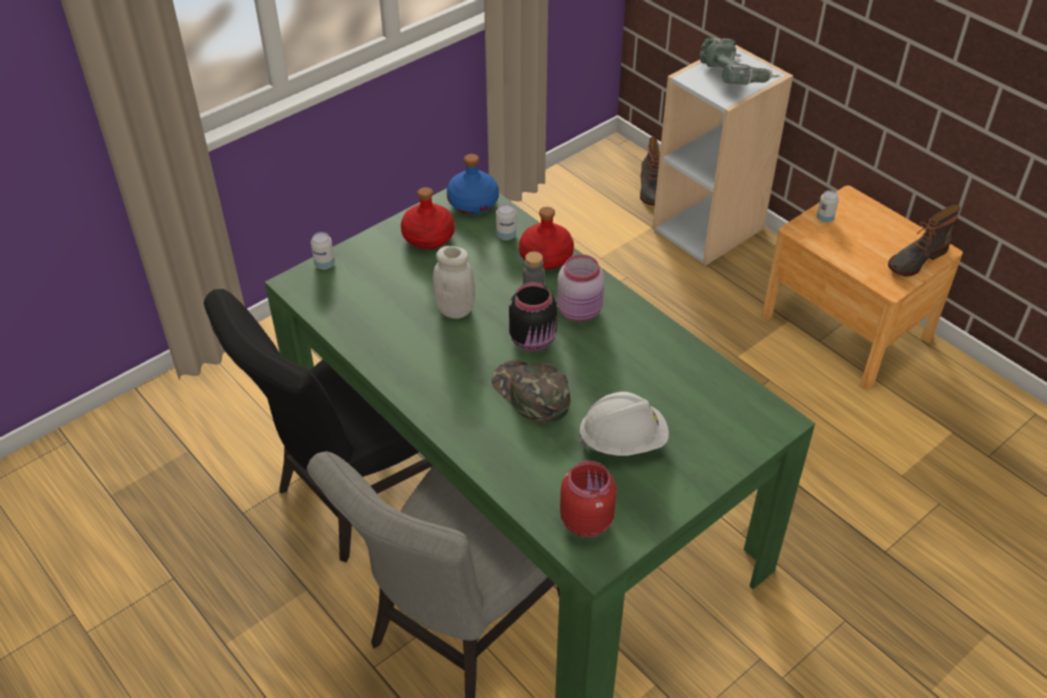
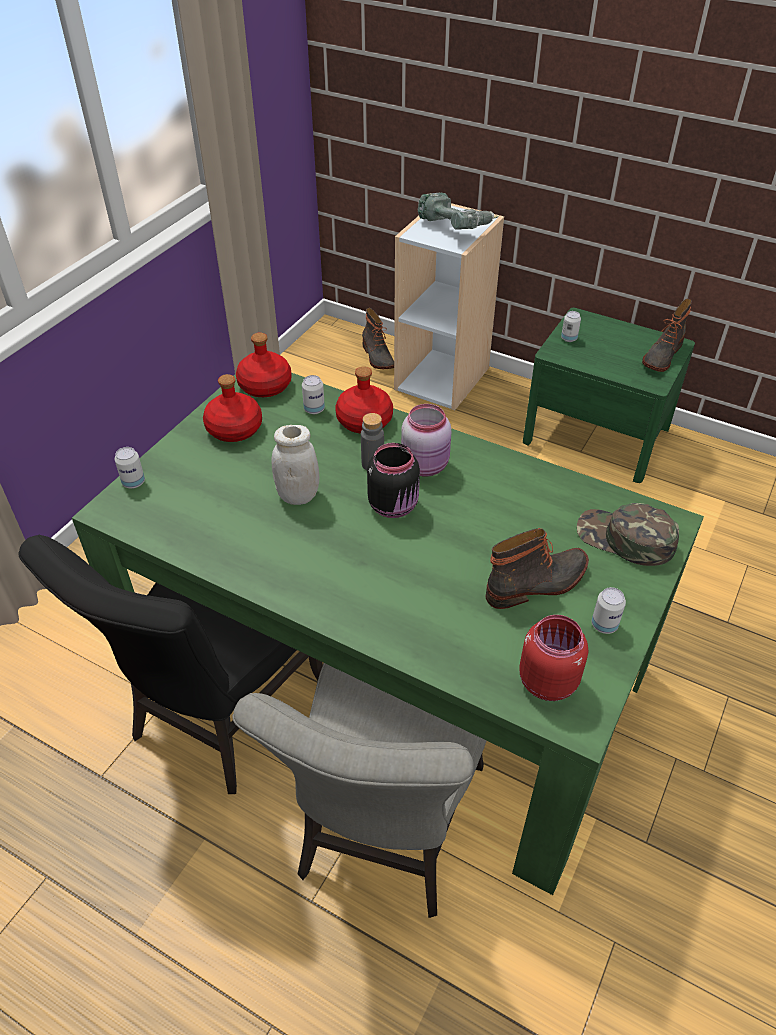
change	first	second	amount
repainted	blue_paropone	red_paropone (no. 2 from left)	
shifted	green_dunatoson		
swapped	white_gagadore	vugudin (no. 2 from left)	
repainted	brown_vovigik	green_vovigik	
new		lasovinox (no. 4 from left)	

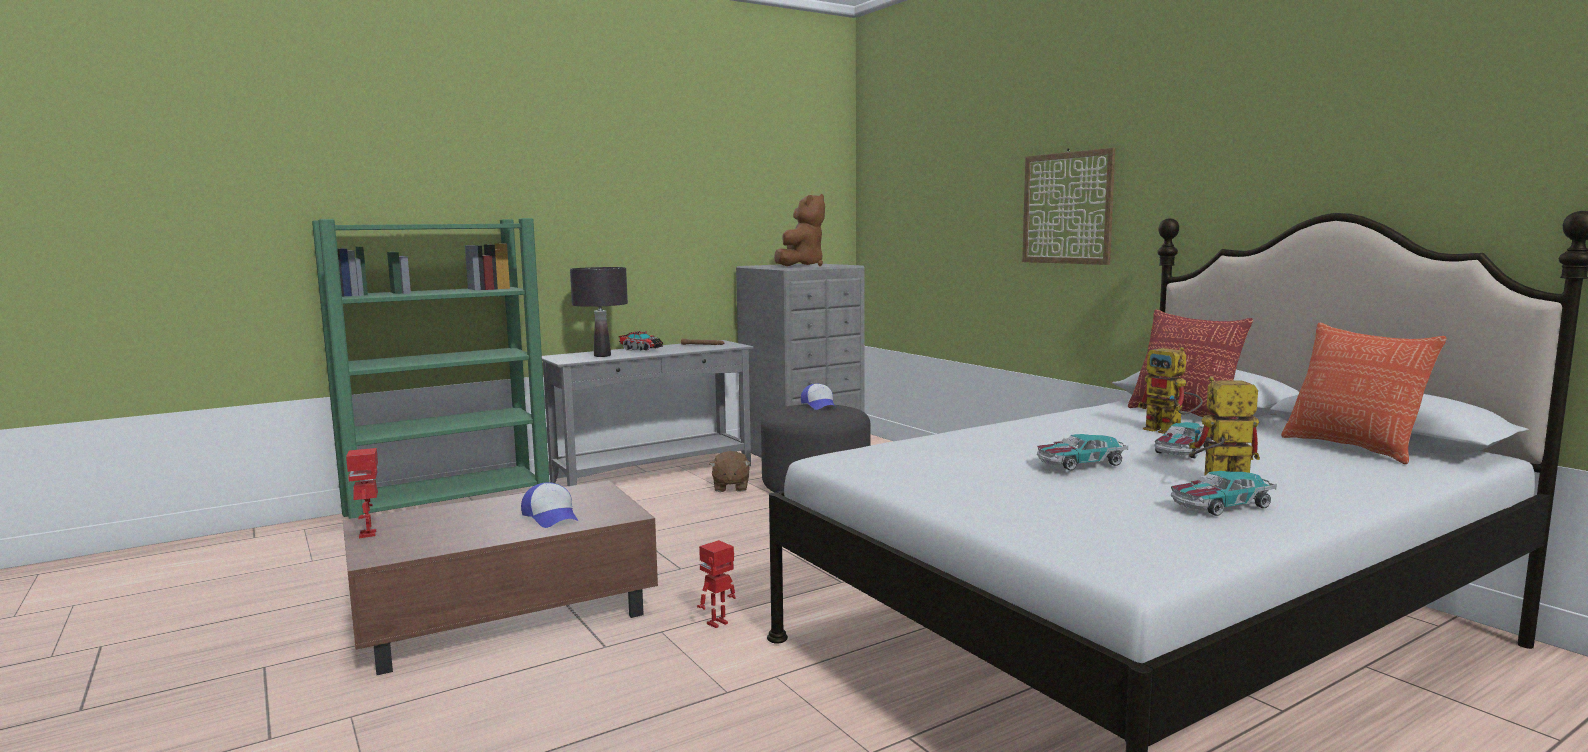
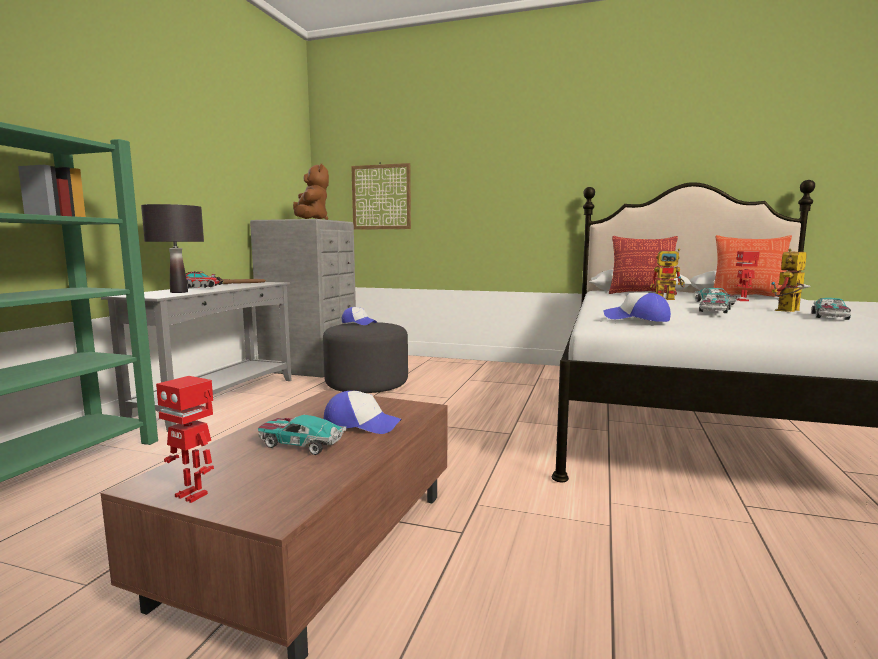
change	first	second	amount
shifted	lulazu (no. 2 from left in the first image)	lulazu (no. 3 from left)	
gone	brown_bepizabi (no. 1 from left)		
shifted	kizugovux		
new		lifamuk (no. 1 from left)	
new		dunatoson (no. 3 from left)	

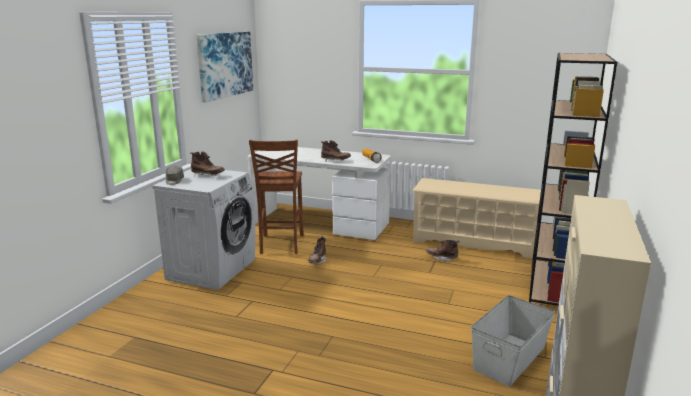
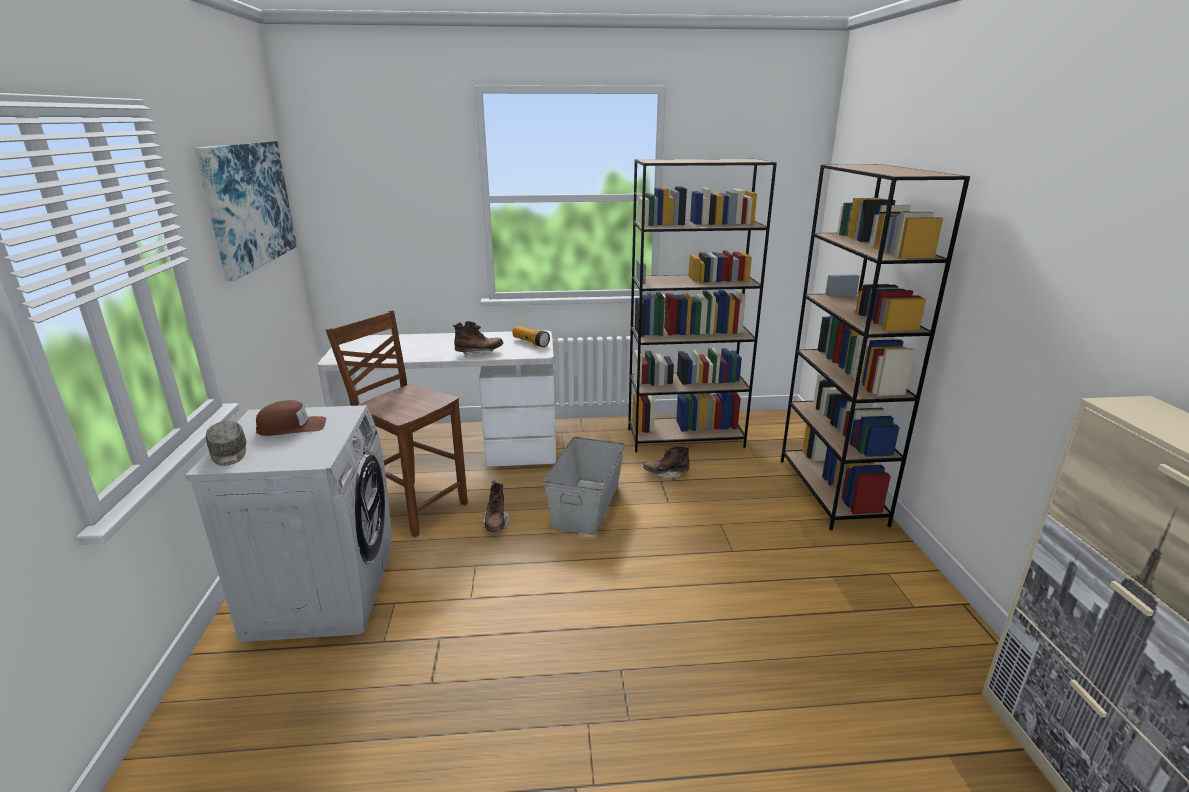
change	first	second	amount
swapped	brown_vugudin (no. 1 from left)	brown_dunatoson	
rotated	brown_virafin		150 degrees clockwise
swapped	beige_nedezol	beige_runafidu (no. 1 from left)	
shifted	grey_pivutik		

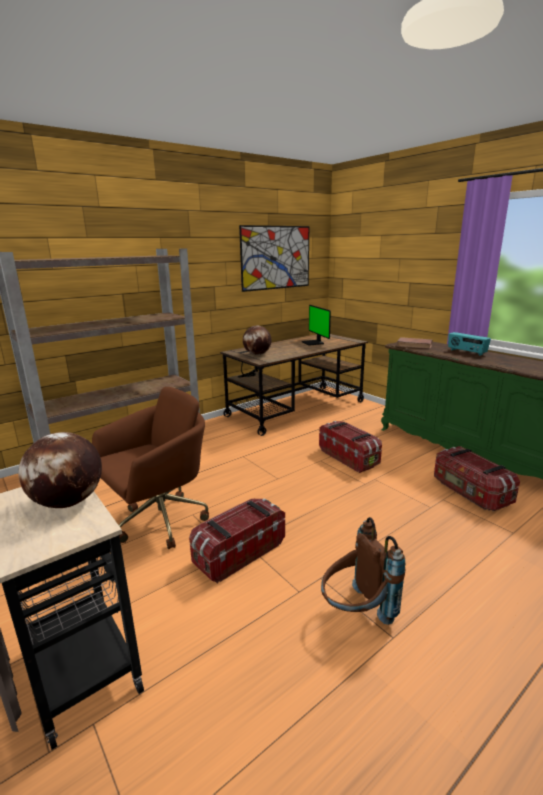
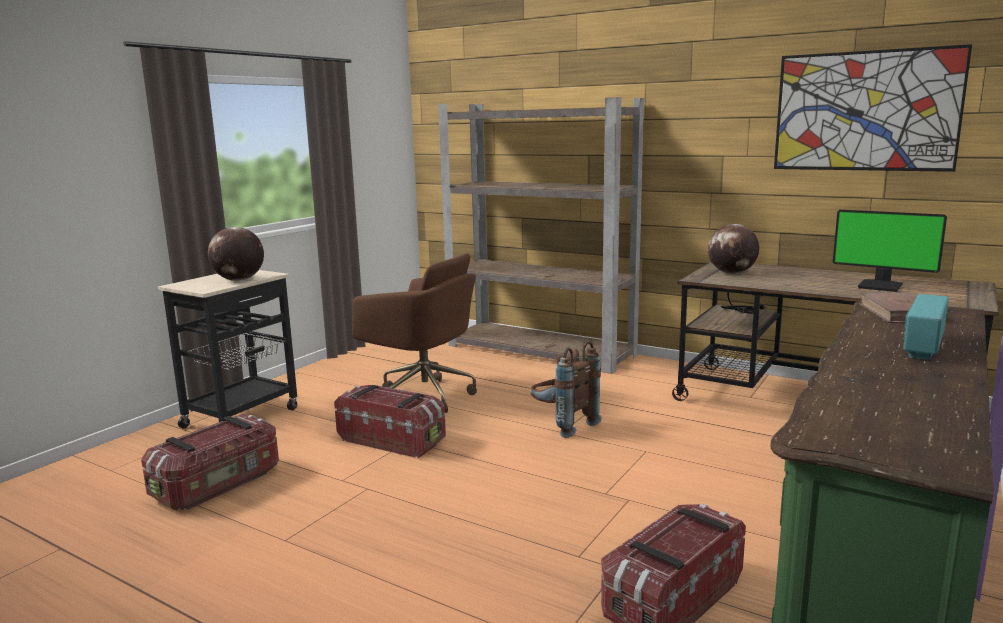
change	first	second	amount
rotated	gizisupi		105 degrees counterclockwise
shifted	pivutik (no. 2 from left in the first image)	pivutik (no. 1 from left)	
shifted	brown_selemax		

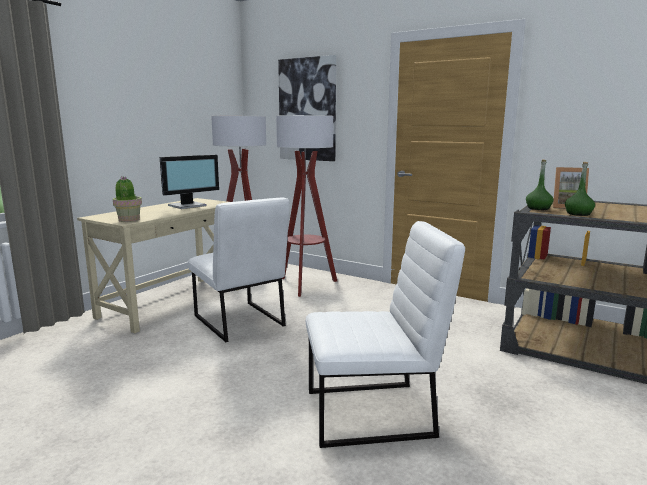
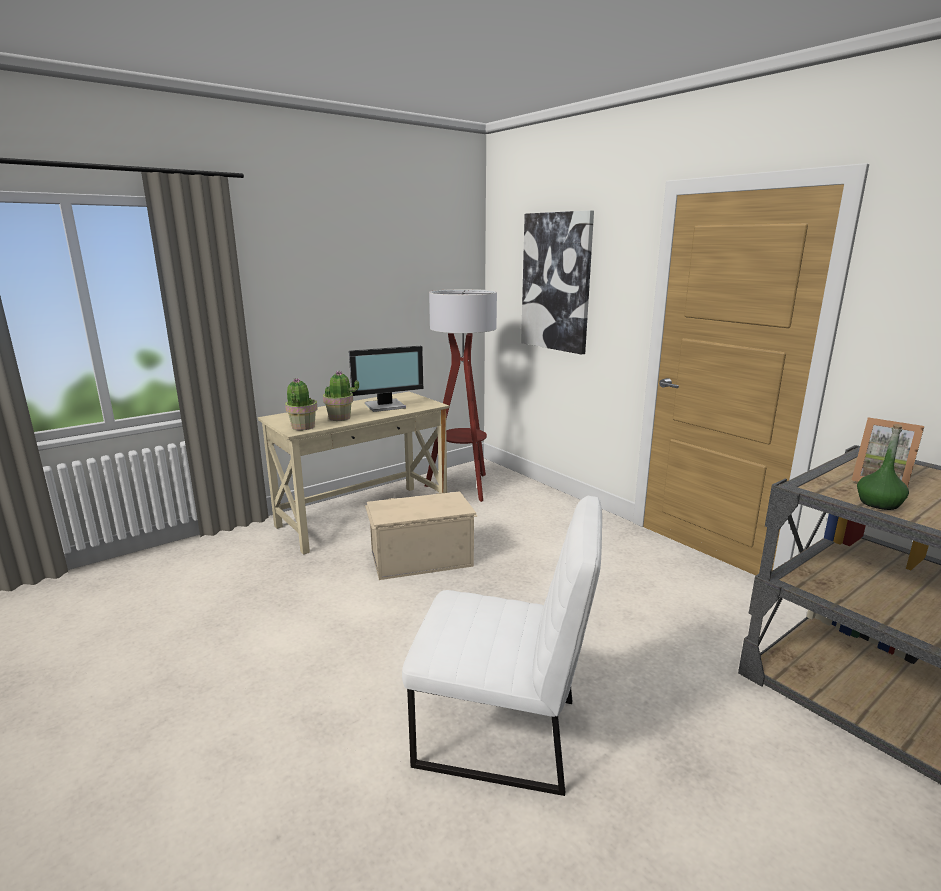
change	first	second	amount
swapped	white_virafin (no. 1 from left)	beige_pivutik	
gone	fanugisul (no. 2 from left)		
gone	green_paropone (no. 1 from left)		
new		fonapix (no. 2 from left)	

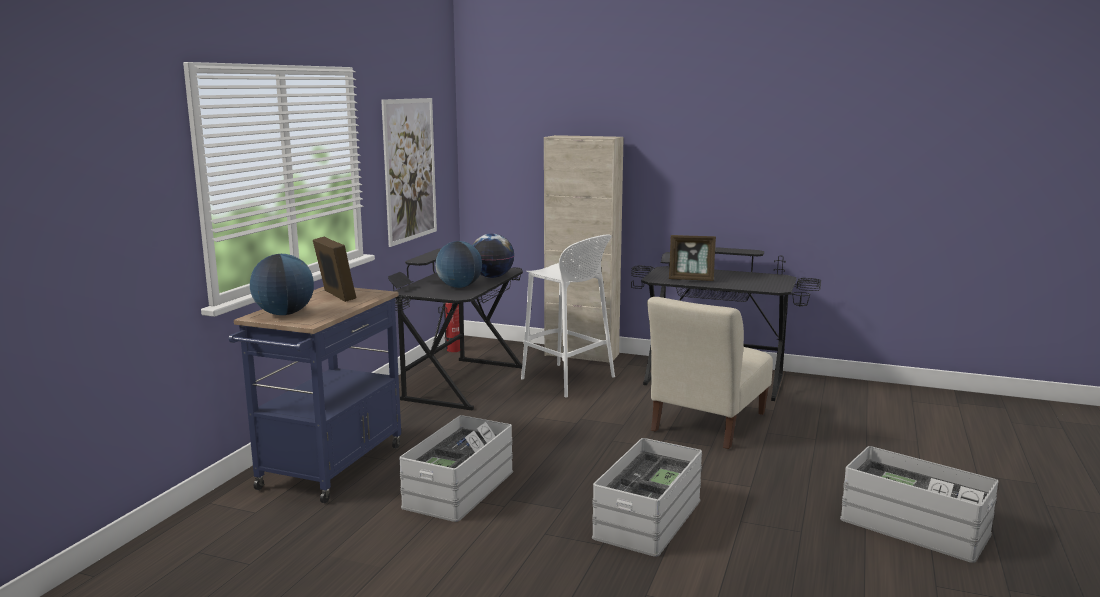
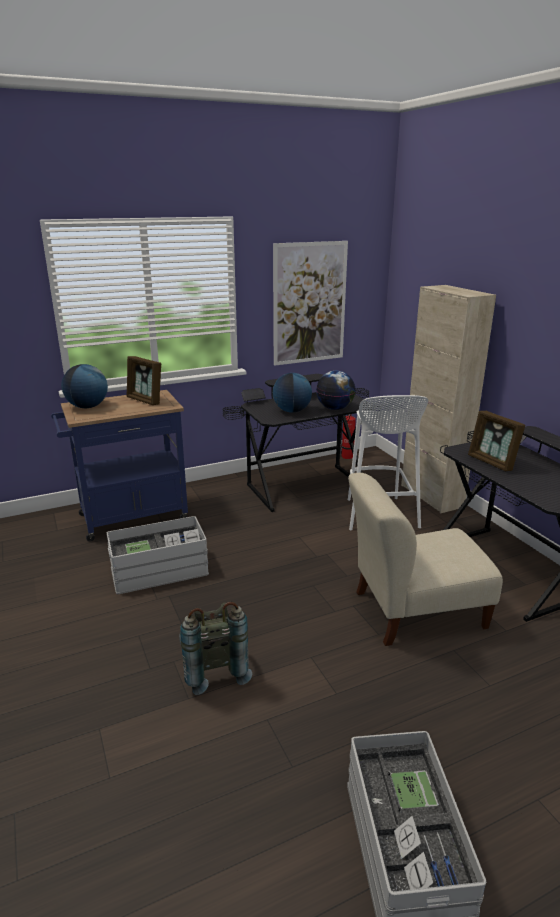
change	first	second	amount
rotated	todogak (no. 1 from left)		120 degrees clockwise
swapped	grey_pivutik (no. 2 from left)	grey_selemax	

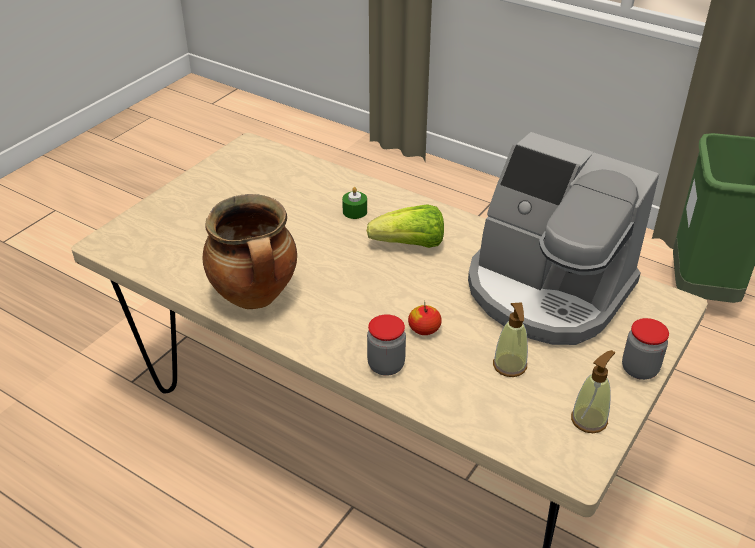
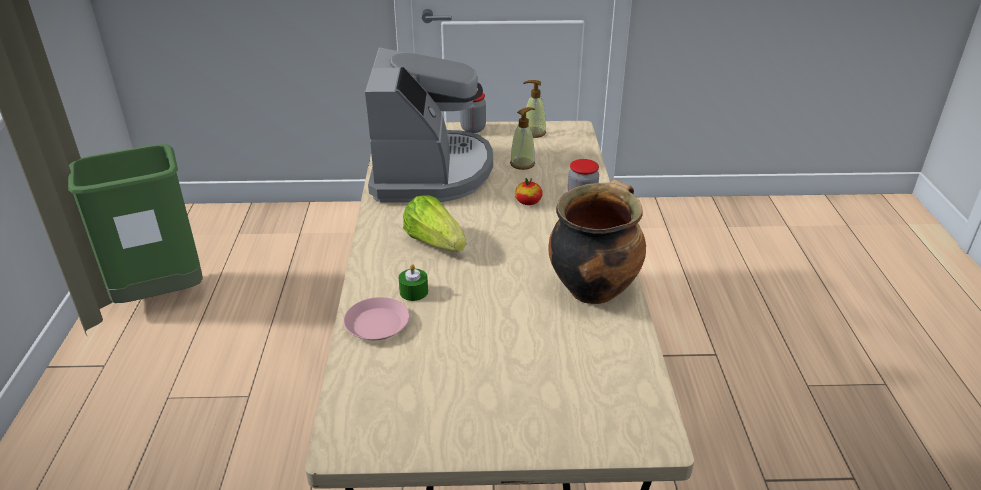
change	first	second	amount
new		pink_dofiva	

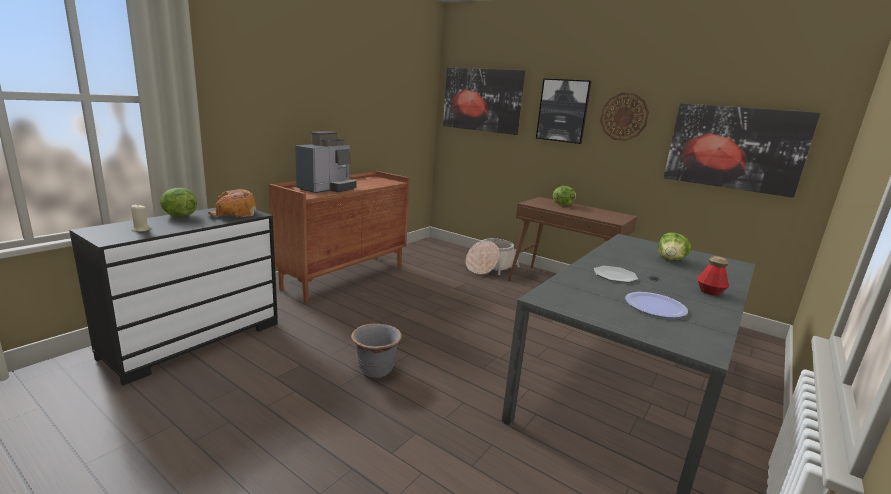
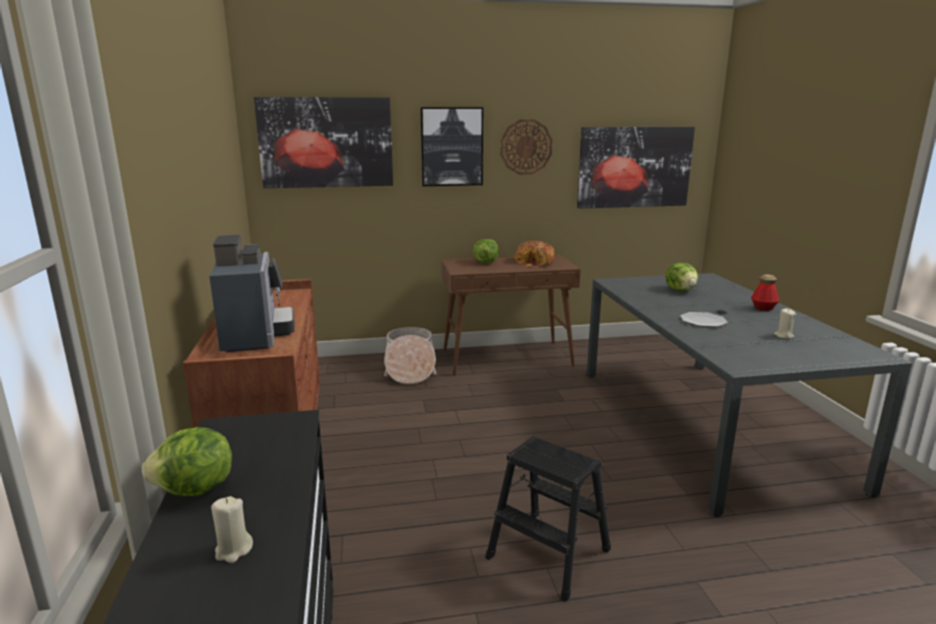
change	first	second	amount
shifted	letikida		
swapped	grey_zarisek	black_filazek	
swapped	dofiva (no. 2 from left)	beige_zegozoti (no. 2 from left)	

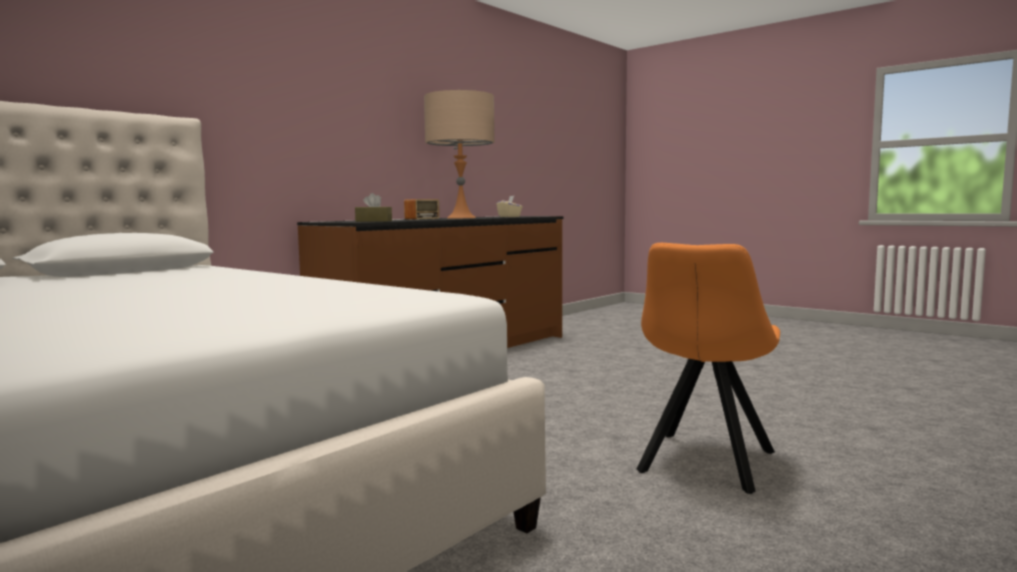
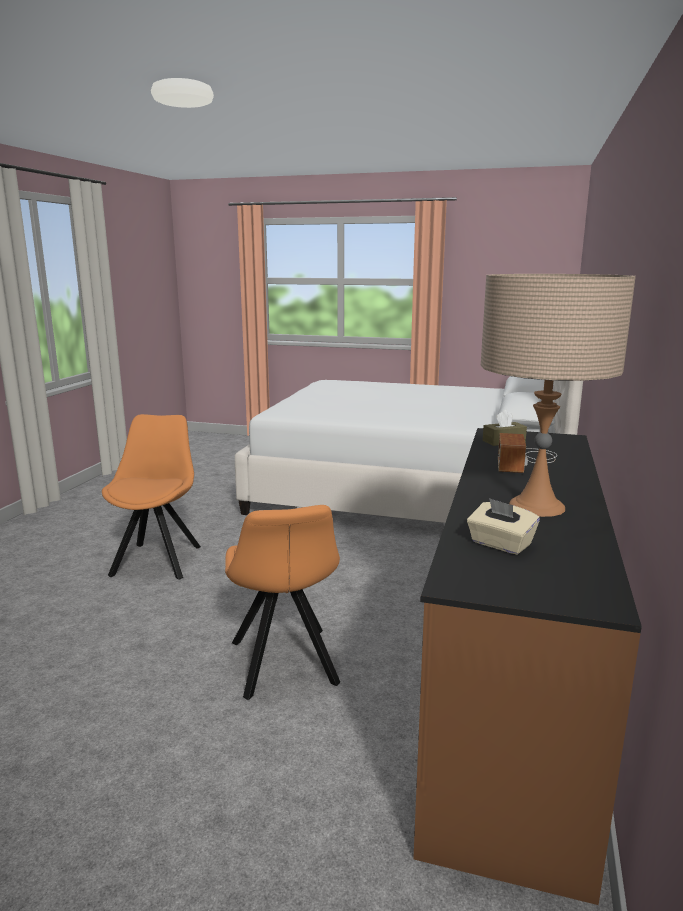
change	first	second	amount
new		orange_virafin (no. 2 from left)	

